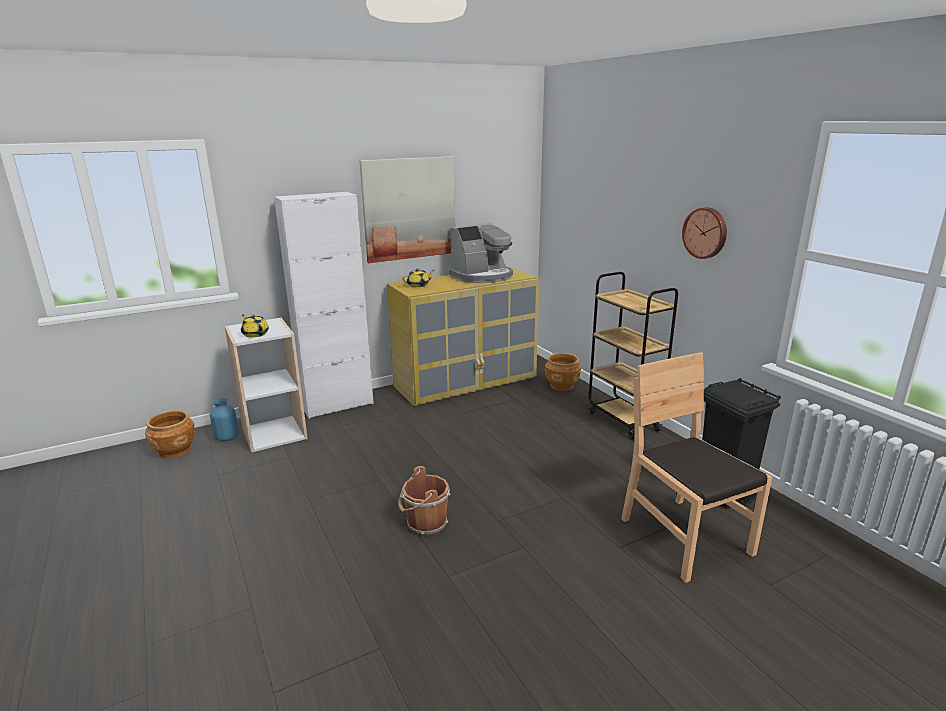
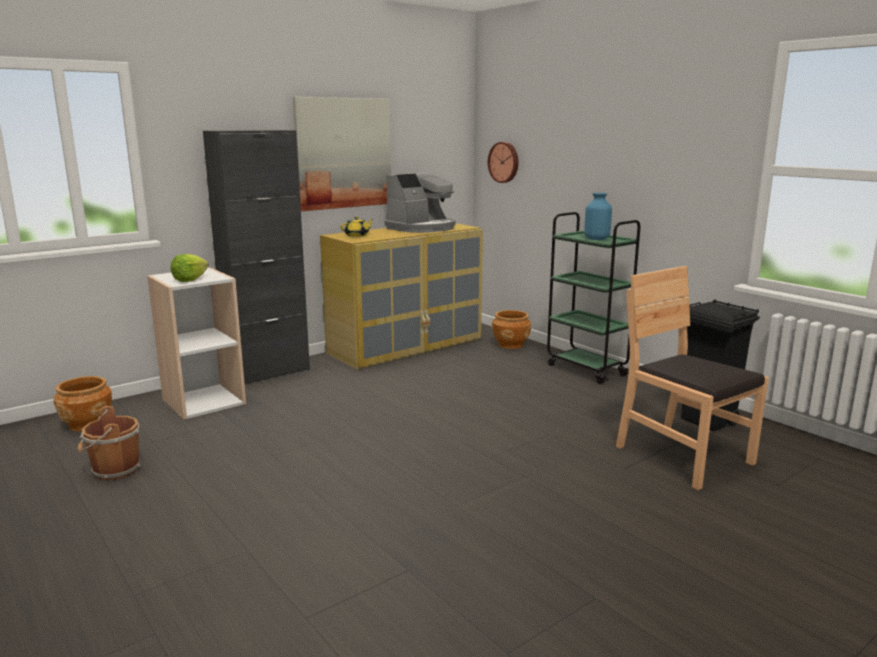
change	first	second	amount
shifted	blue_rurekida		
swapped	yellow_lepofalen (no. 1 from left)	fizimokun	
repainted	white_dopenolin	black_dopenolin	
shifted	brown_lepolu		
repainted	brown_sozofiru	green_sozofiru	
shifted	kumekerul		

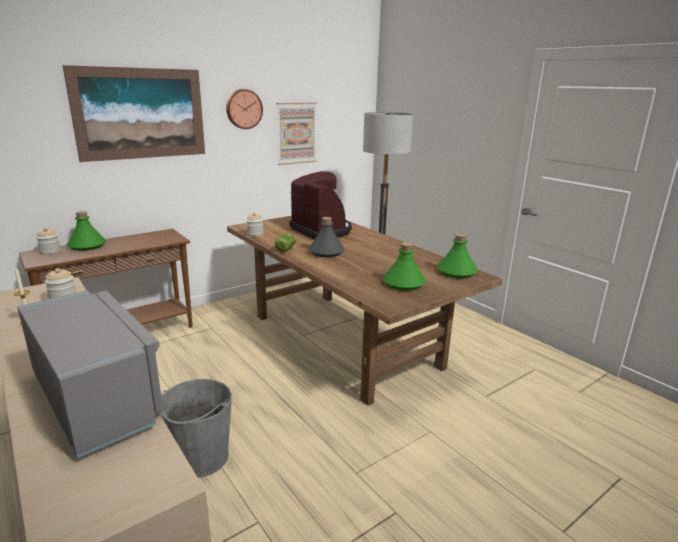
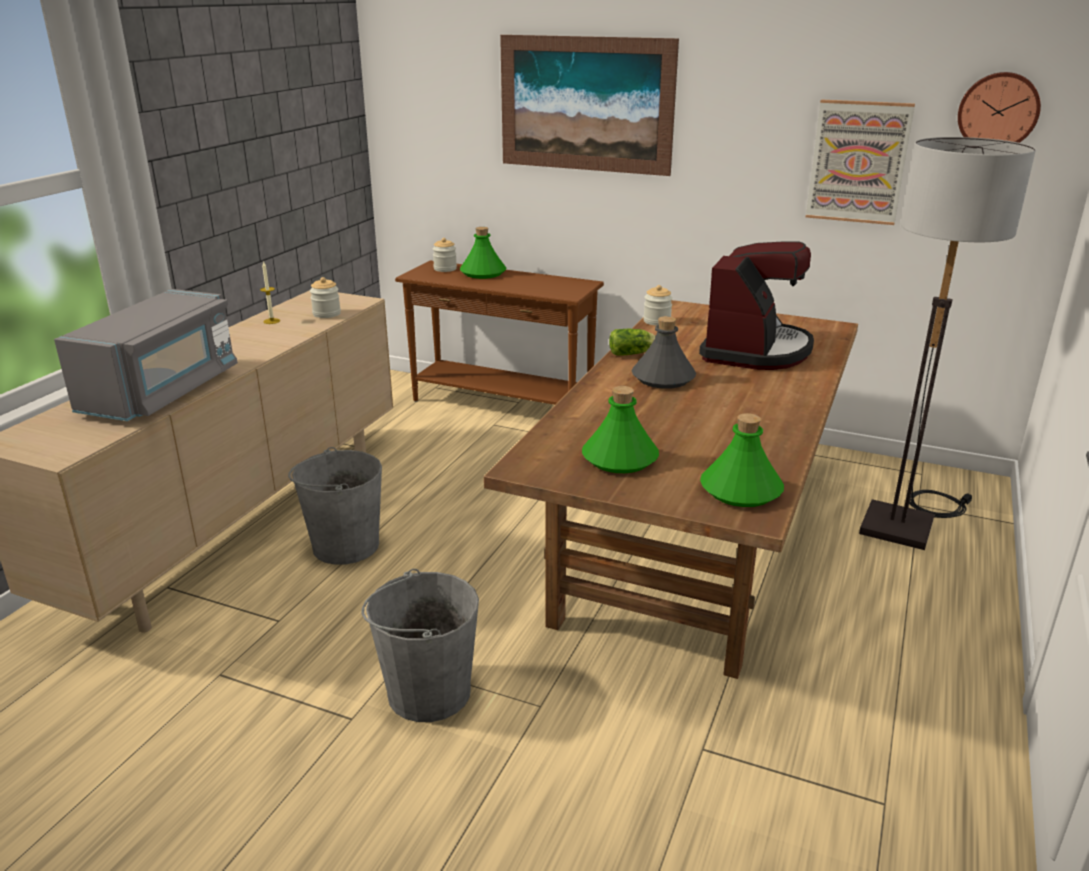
change	first	second	amount
shifted	kumekerul		
new		grey_lepolu (no. 2 from left)	

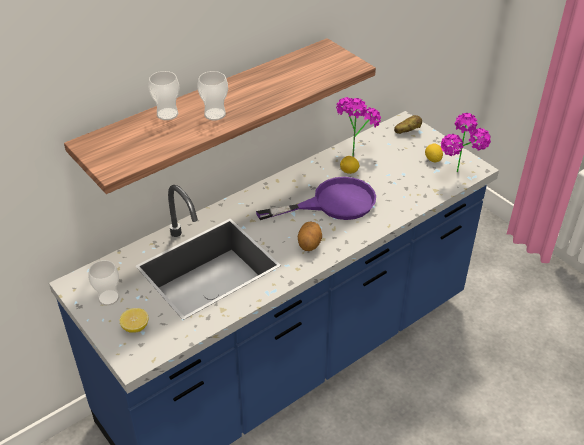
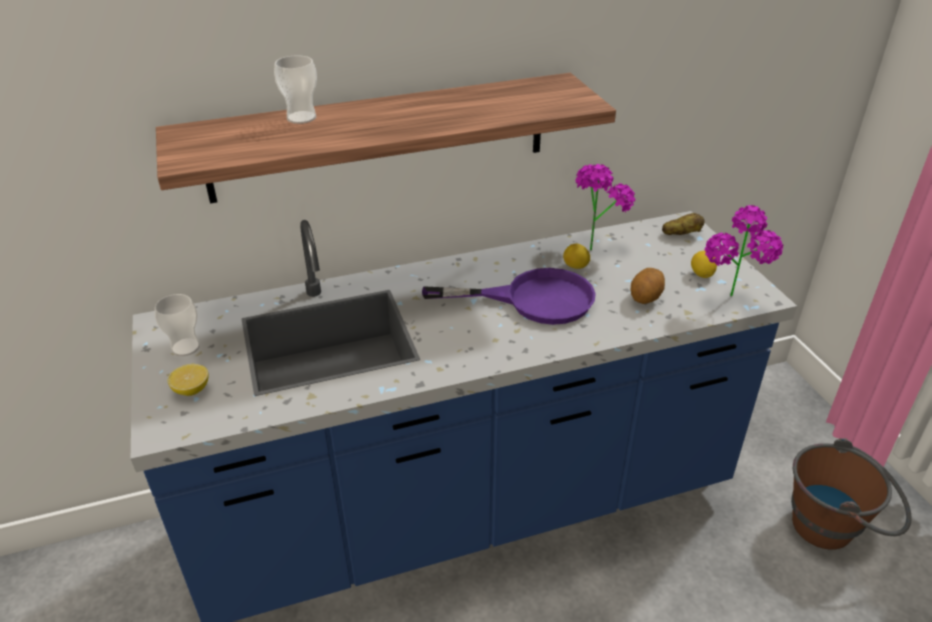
change	first	second	amount
gone	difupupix (no. 3 from left)		
shifted	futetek (no. 1 from left)		
new		brown_lepolu	

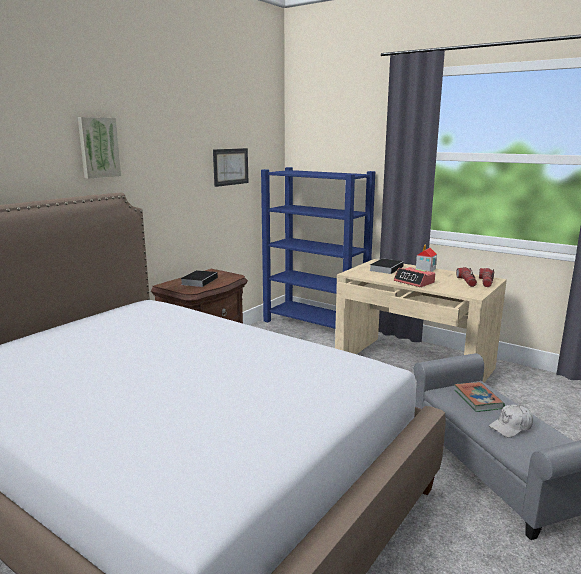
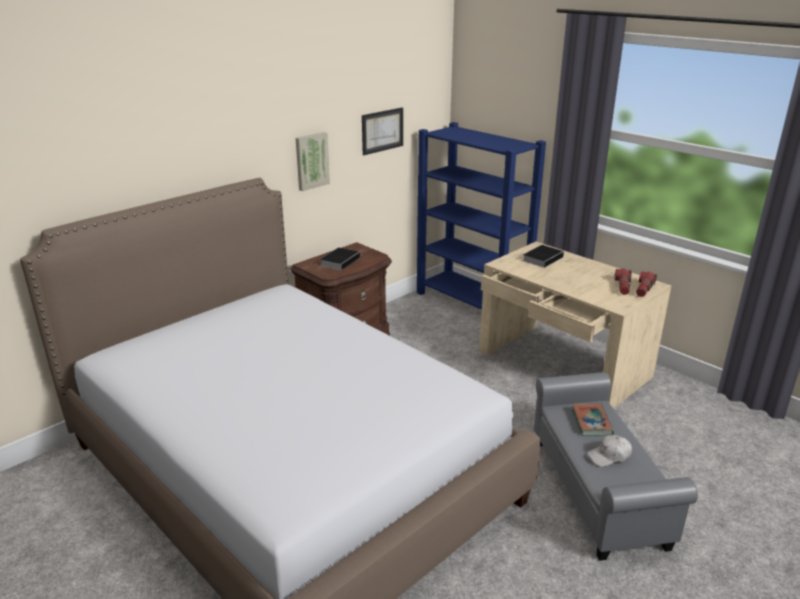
change	first	second	amount
shifted	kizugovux (no. 1 from left)		
gone	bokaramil		
gone	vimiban		

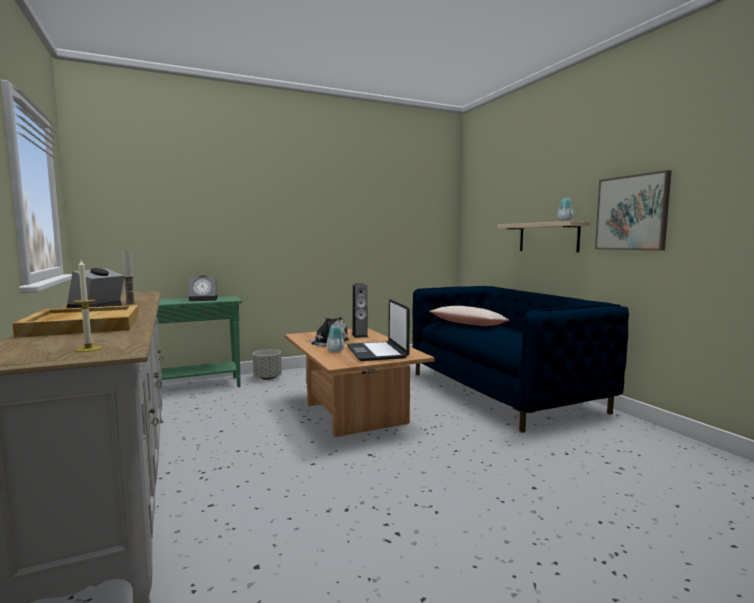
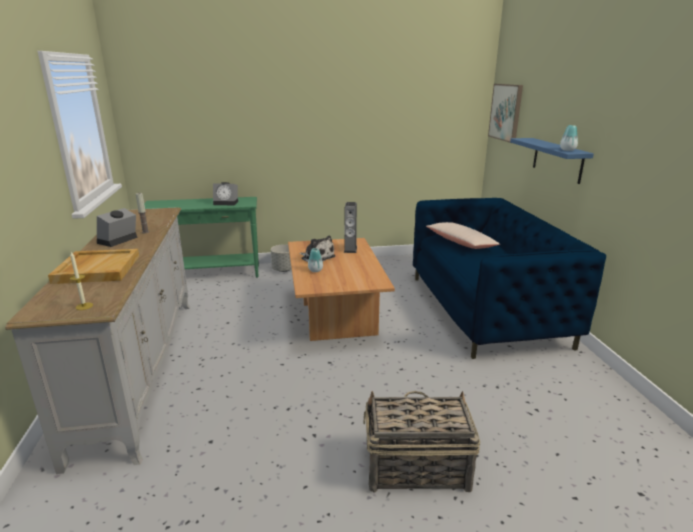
change	first	second	amount
gone	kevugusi		
repainted	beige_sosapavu	blue_sosapavu	
shifted	kizugovux		
new		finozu	

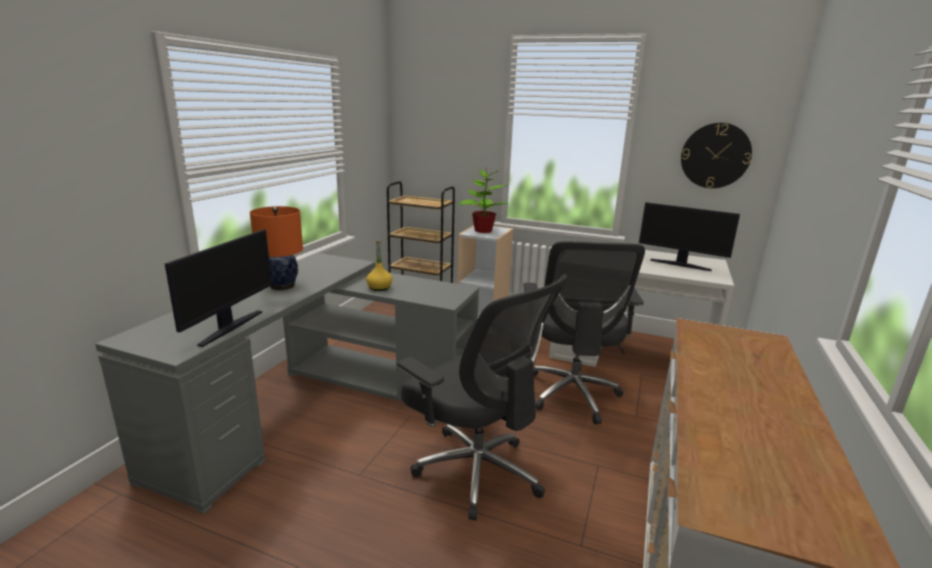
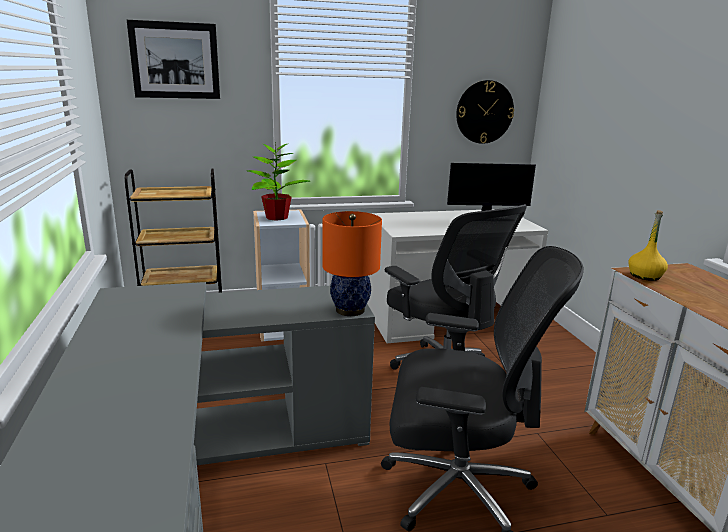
change	first	second	amount
gone	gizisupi (no. 1 from left)		
shifted	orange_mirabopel		
shifted	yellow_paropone		
new		kizugovux	

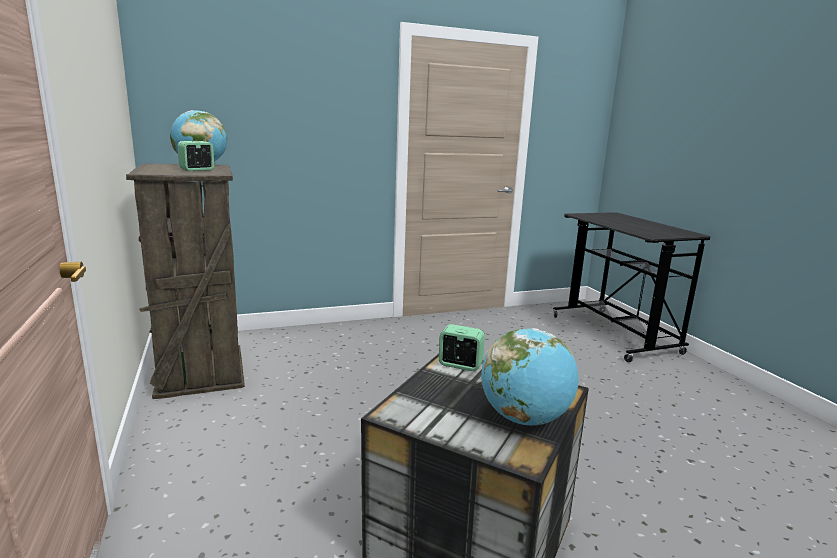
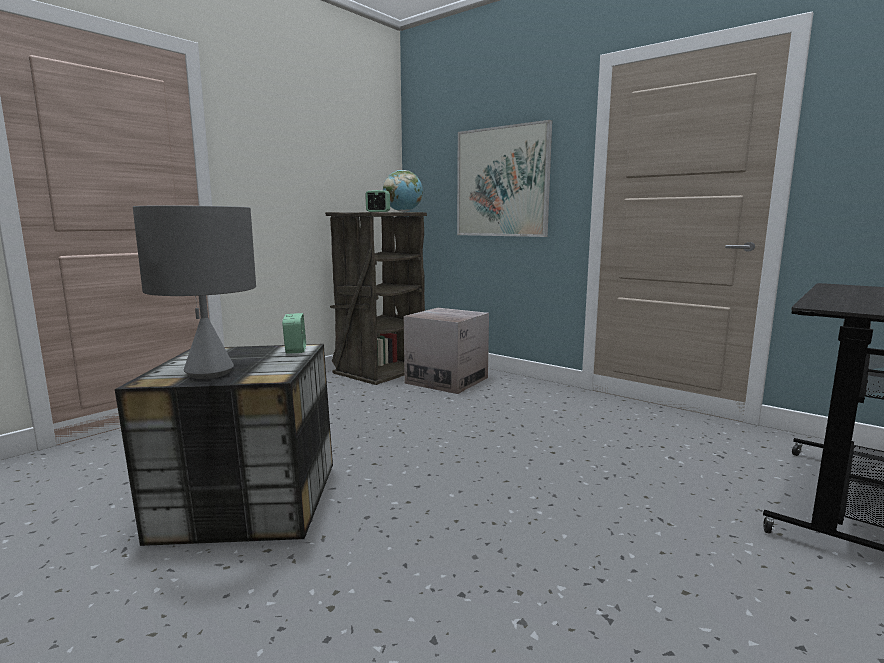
change	first	second	amount
swapped	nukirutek (no. 2 from left)	grey_mirabopel	
new		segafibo	
new		kizugovux	

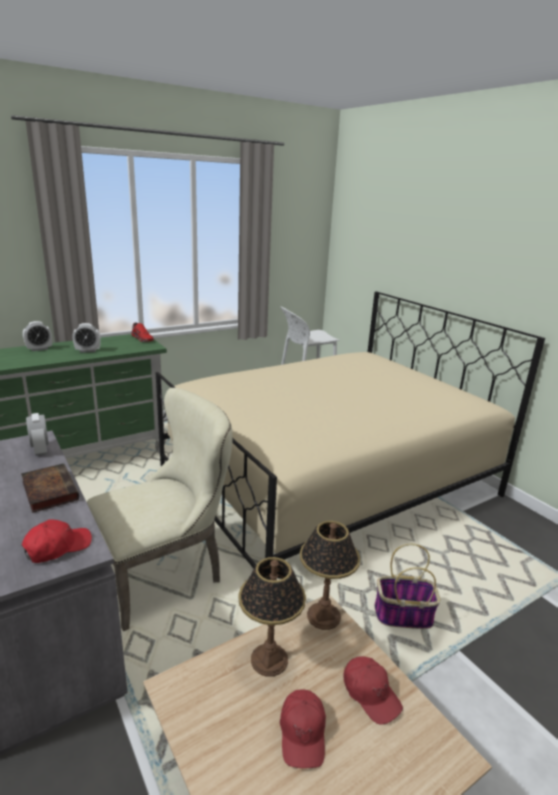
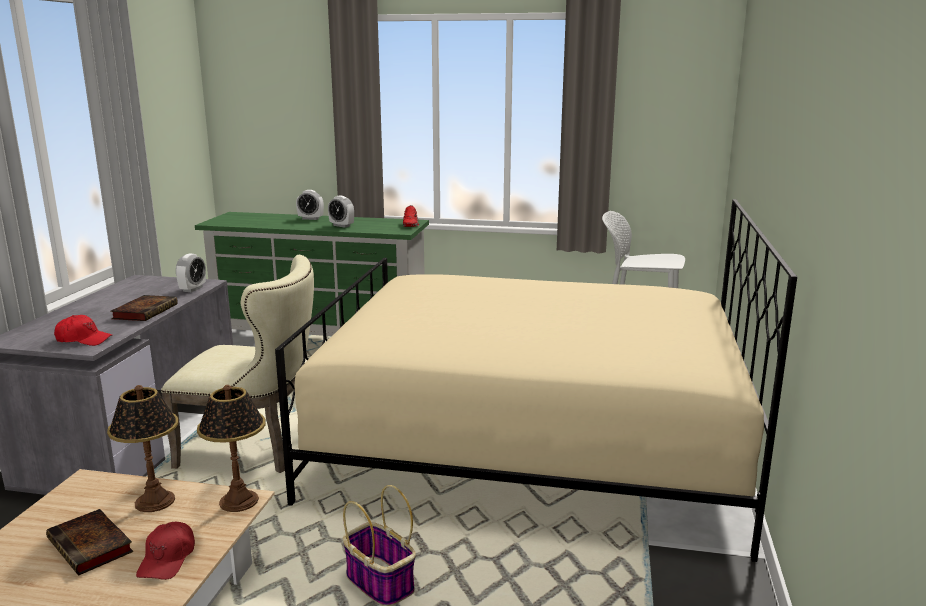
change	first	second	amount
swapped	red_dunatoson (no. 2 from left)	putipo (no. 1 from left)	

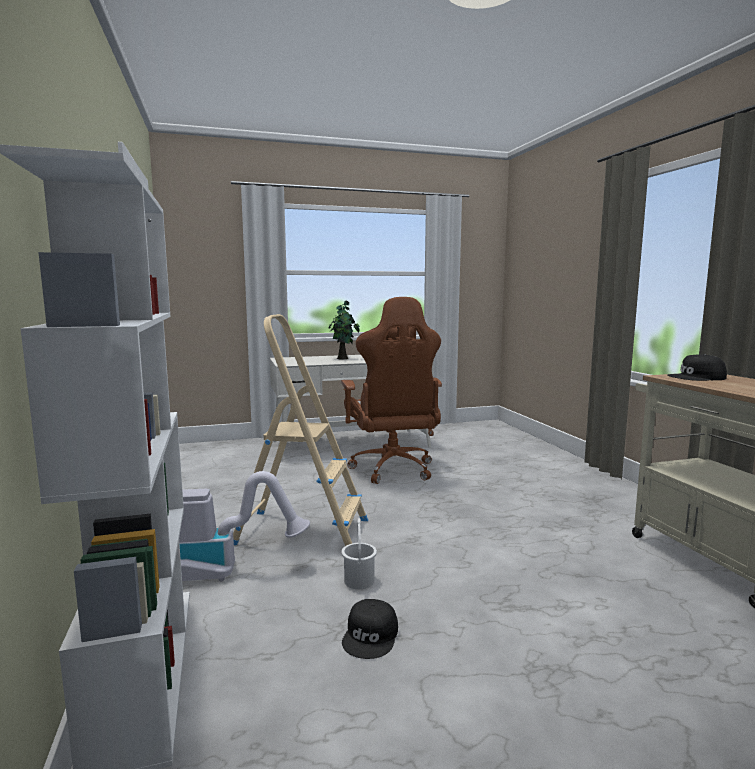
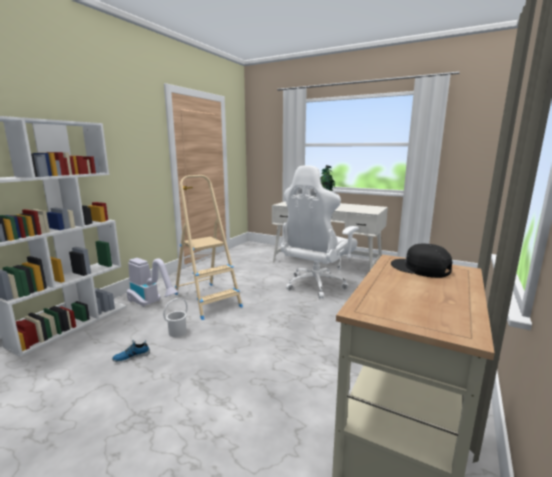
change	first	second	amount
repainted	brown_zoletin	white_zoletin	
swapped	black_dunatoson (no. 1 from left)	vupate	

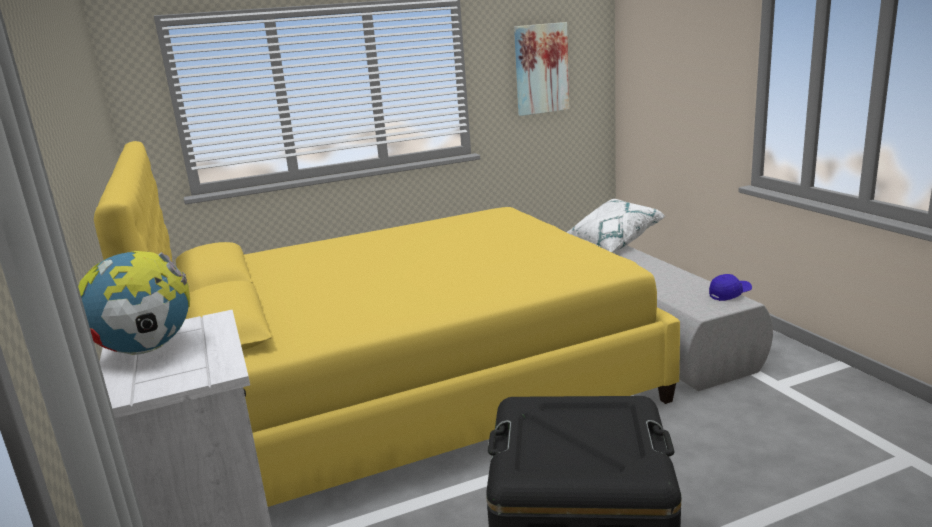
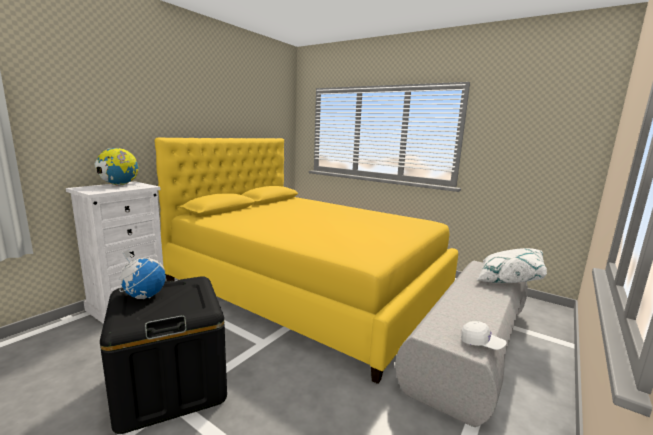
change	first	second	amount
gone	kizugovux		
repainted	blue_dunatoson	white_dunatoson	
new		nukirutek (no. 2 from left)	

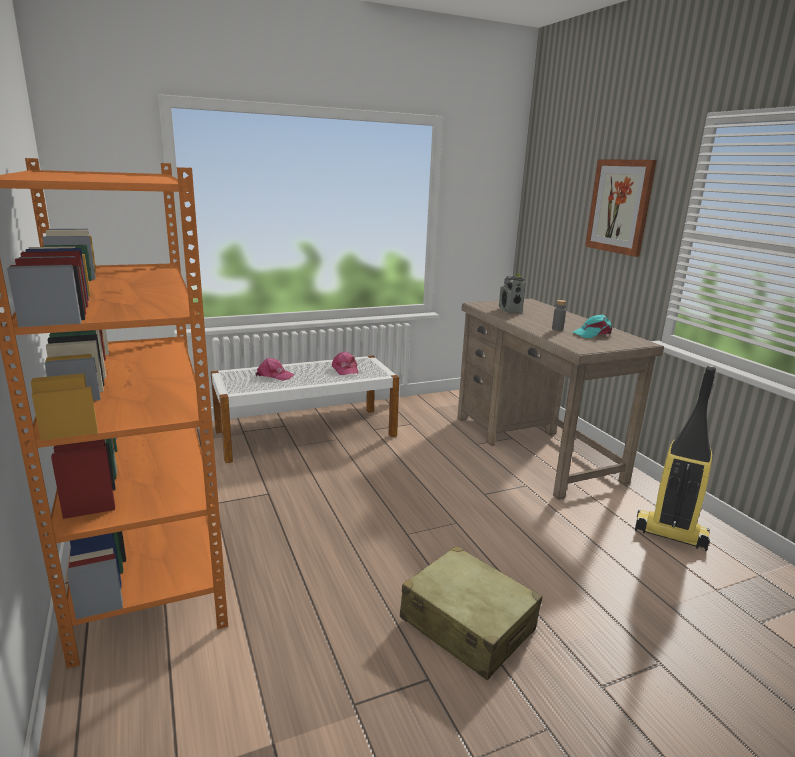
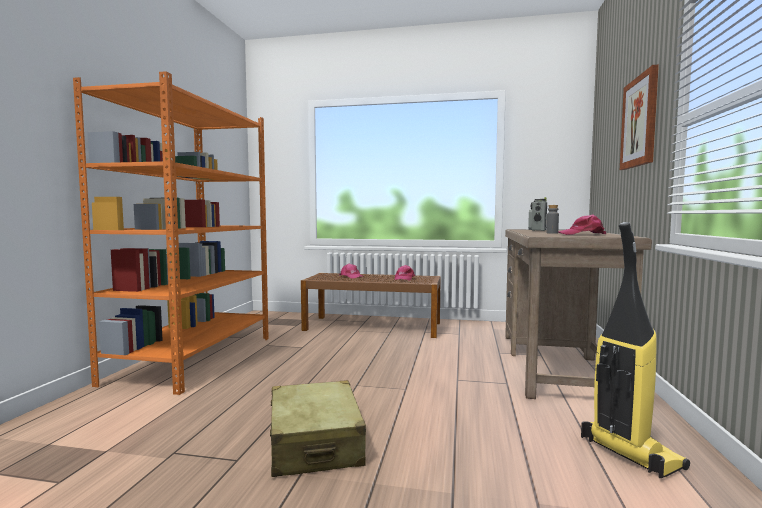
change	first	second	amount
repainted	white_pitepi	brown_pitepi	
repainted	turquoise_dunatoson	pink_dunatoson (no. 3 from left)	

